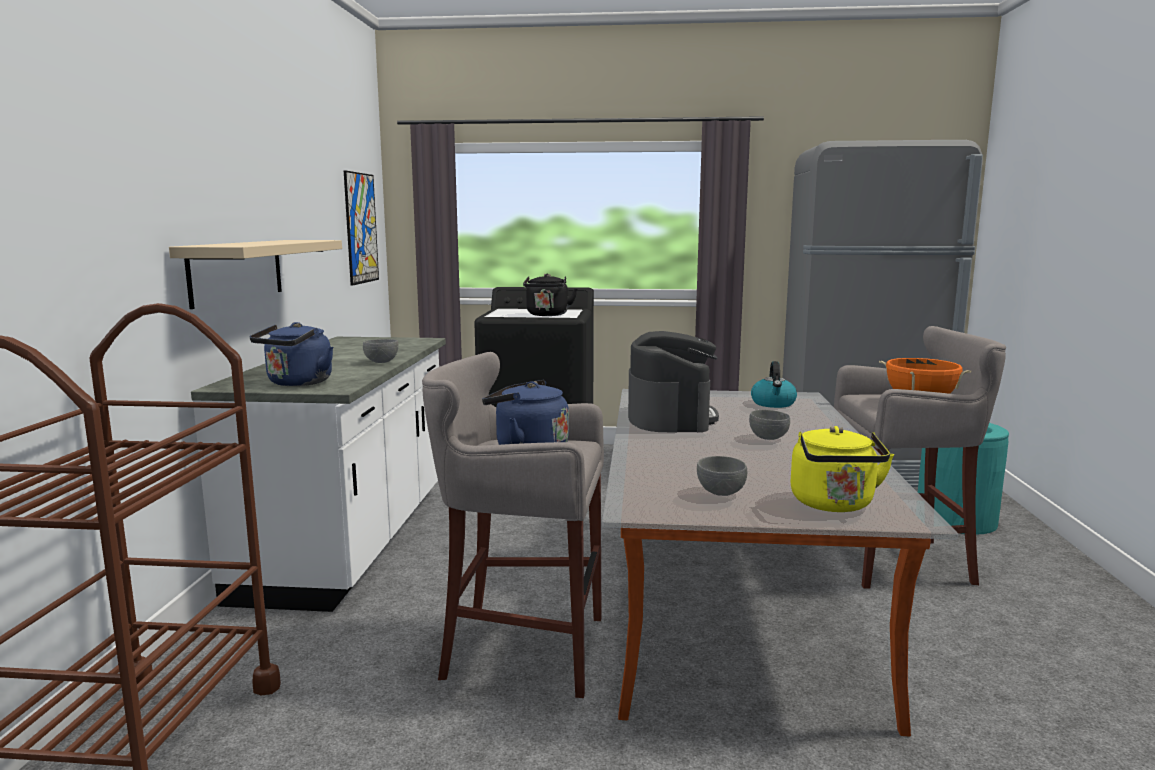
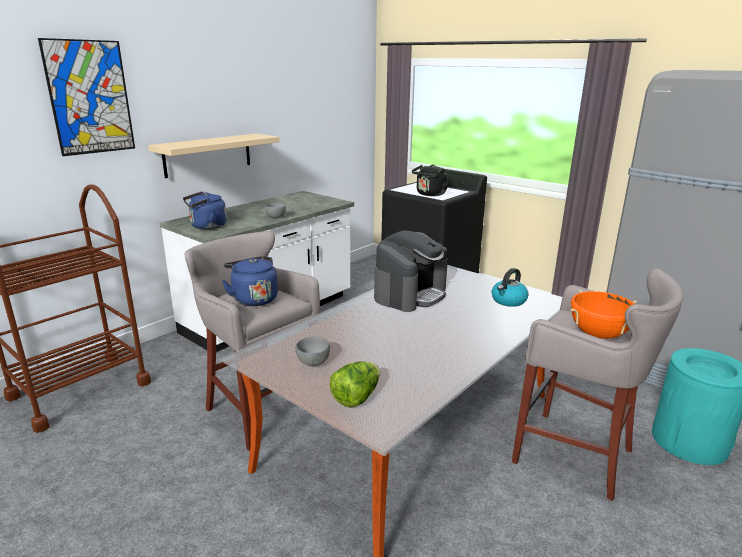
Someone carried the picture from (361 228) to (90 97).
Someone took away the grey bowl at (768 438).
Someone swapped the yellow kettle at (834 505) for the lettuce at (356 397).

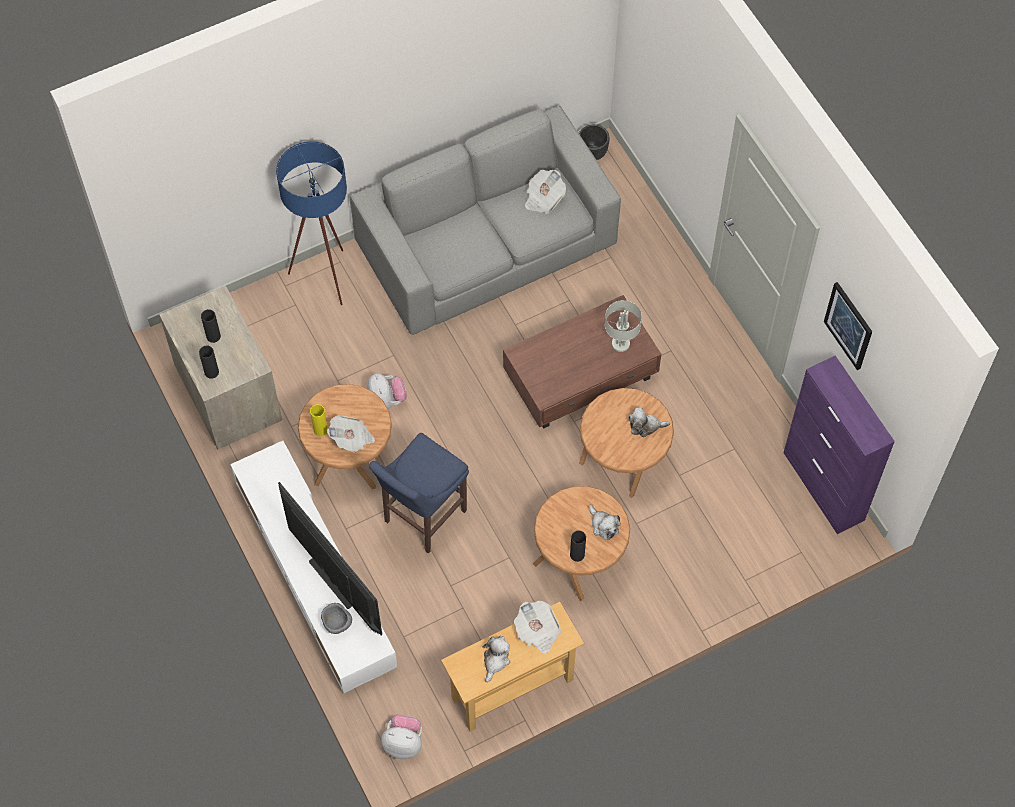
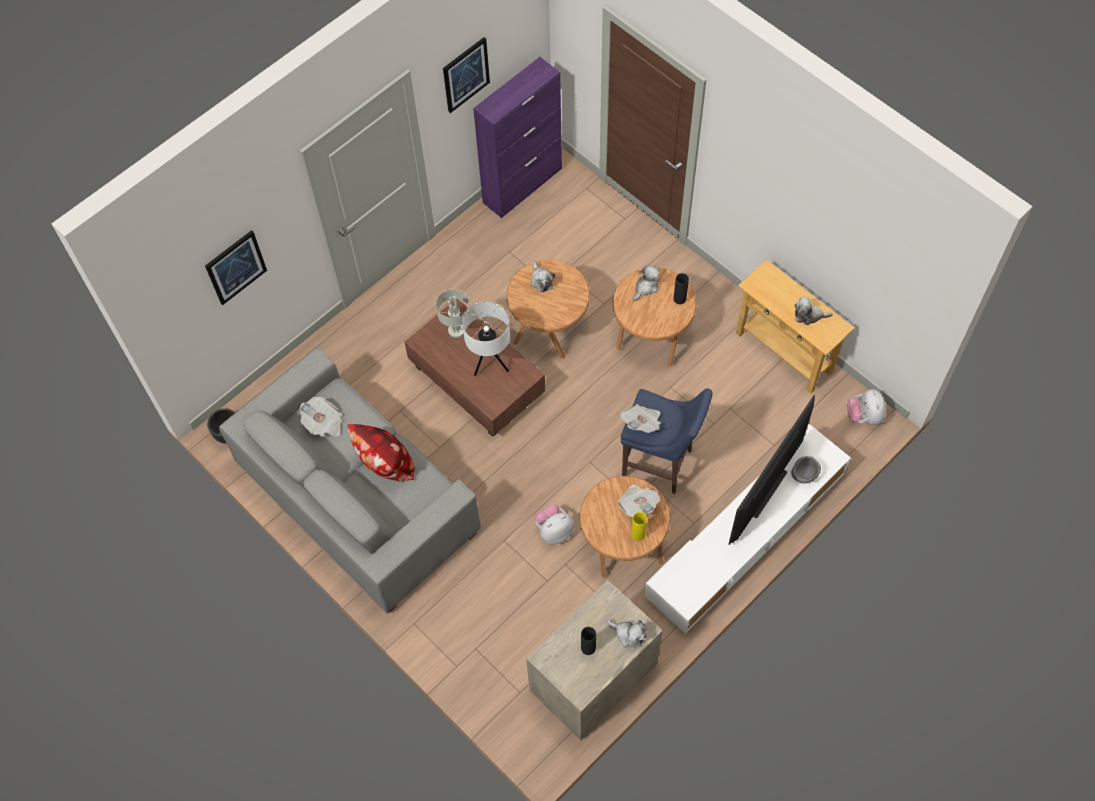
Someone took away the blue floor lamp at (327 282).
Someone swapped the black vase at (211 372) for the plush toy at (628 634).
Someone carried the newspaper from (537 631) to (642 423).
Someone put up the picture at (235 267).
Someone put down the white table lamp at (490 363).
Someone put down the pillow at (386 465).

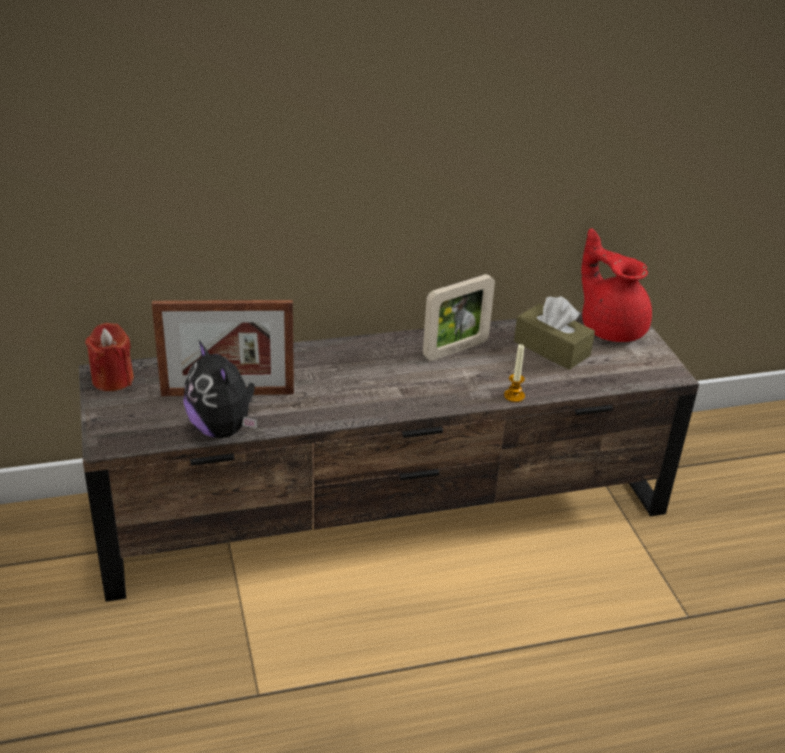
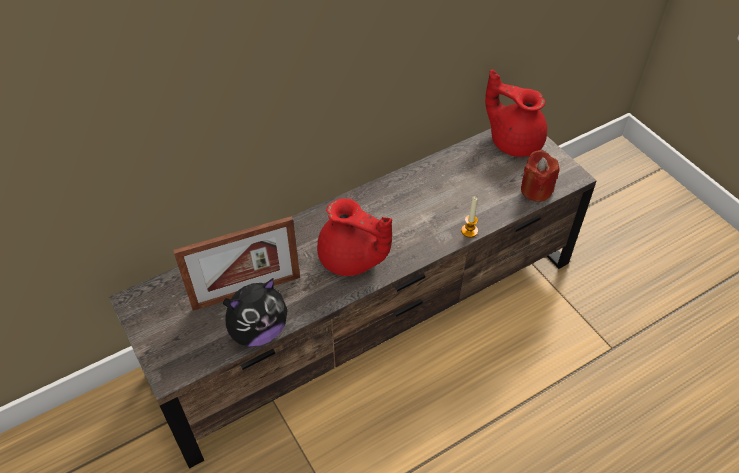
Someone took away the picture frame at (455 349).
Someone took away the brown tissue box at (551 348).
Someone carried the red candle from (112 379) to (536 190).
Someone rotated the plush toy at (223 429) by 75 degrees counterclockwise.
Someone put down the red teapot at (351 259).

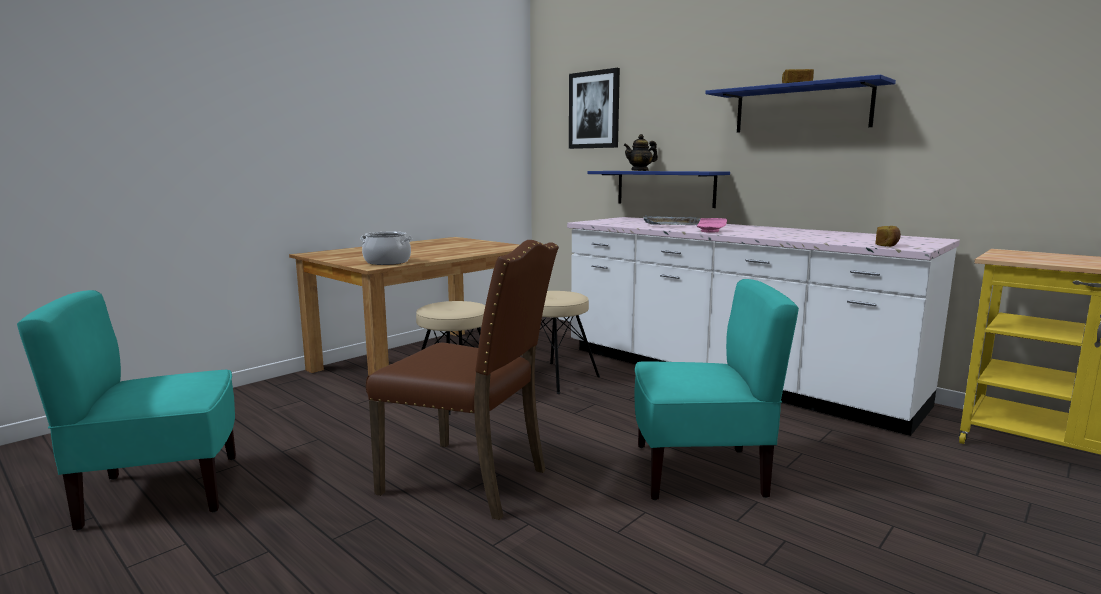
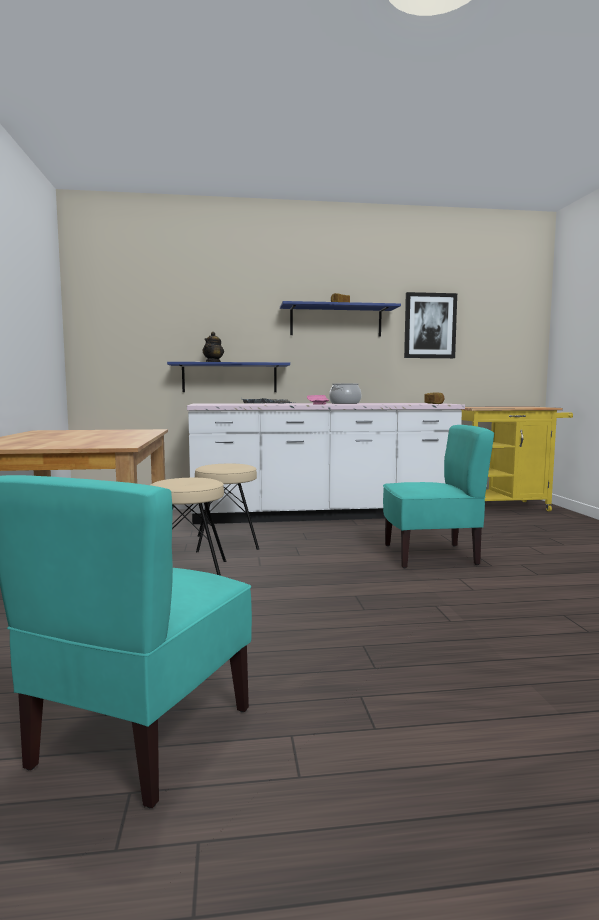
Someone carried the picture from (594 110) to (430 326).
Someone carried the cooking pot from (387 262) to (345 403).
Someone took away the brown chair at (469 480).
Someone rotated the turquoise chair at (699 472) by 45 degrees clockwise.

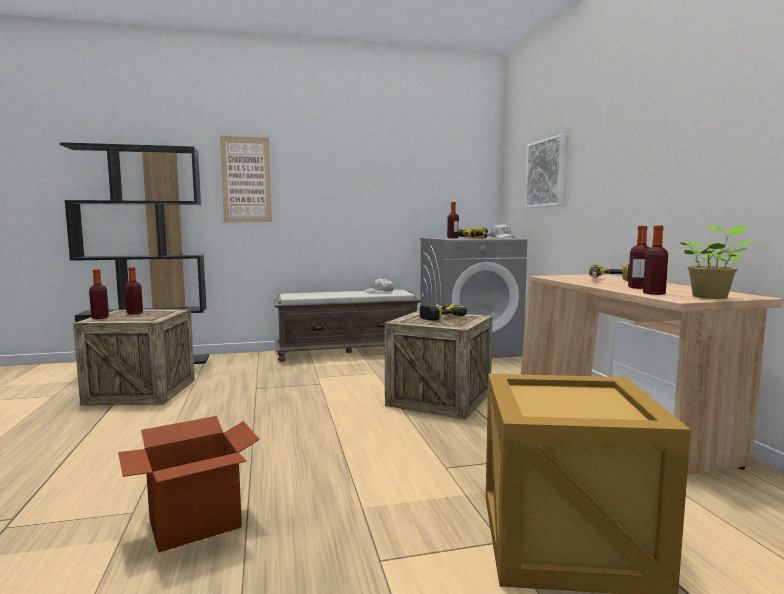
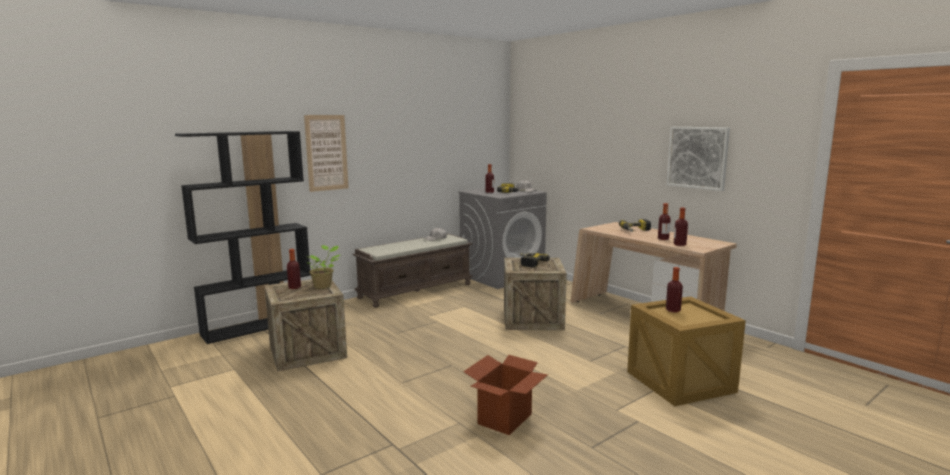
Someone carried the picture from (546 173) to (697 157).
Someone carried the potted plant from (711 297) to (324 286).
Someone carried the bottle from (100 317) to (673 310).

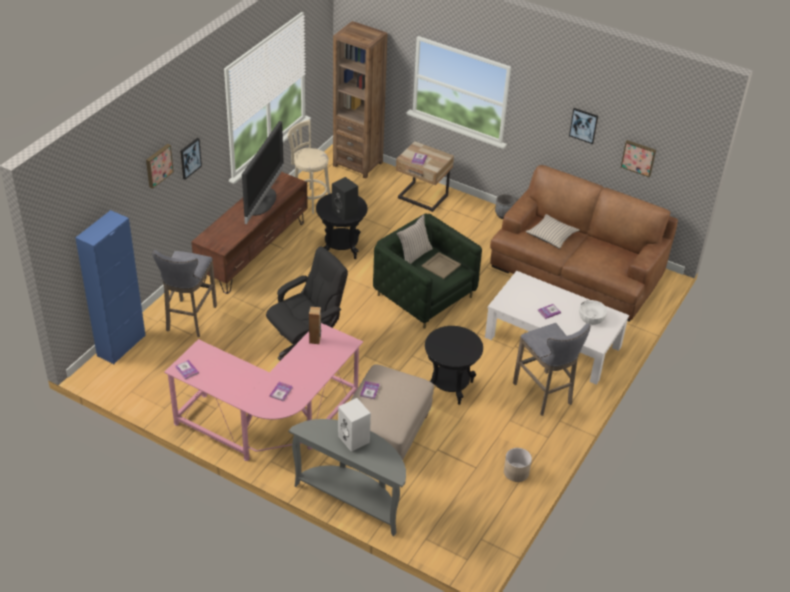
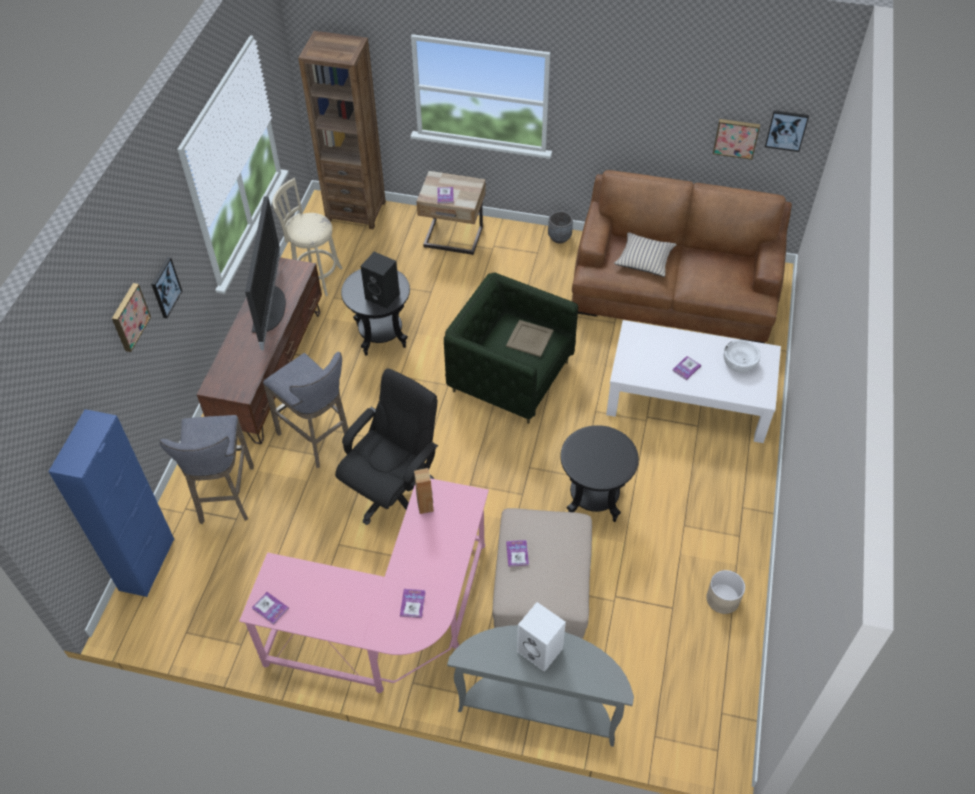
Someone carried the picture from (584 125) to (786 130).
Someone took away the beige pillow at (414 255).
Someone carried the grey stool from (545 395) to (318 439).

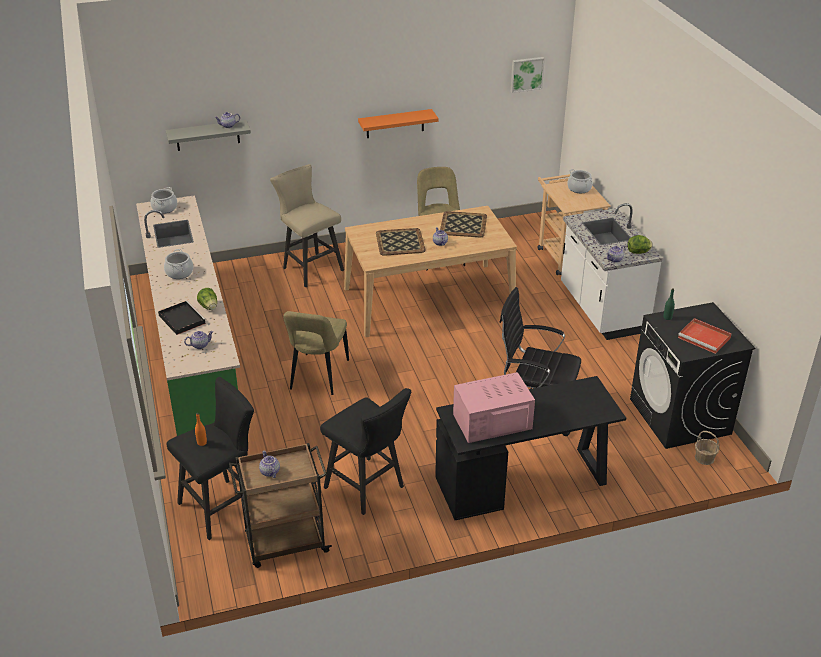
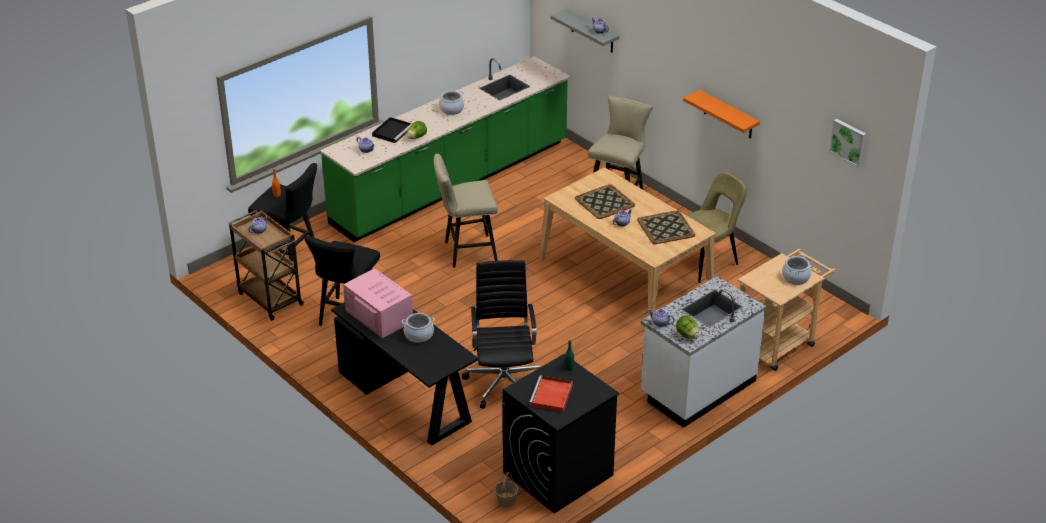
Someone carried the cooking pot from (164 208) to (418 335).
Someone swapped the beige chair at (318 377) for the beige stool at (466 252).

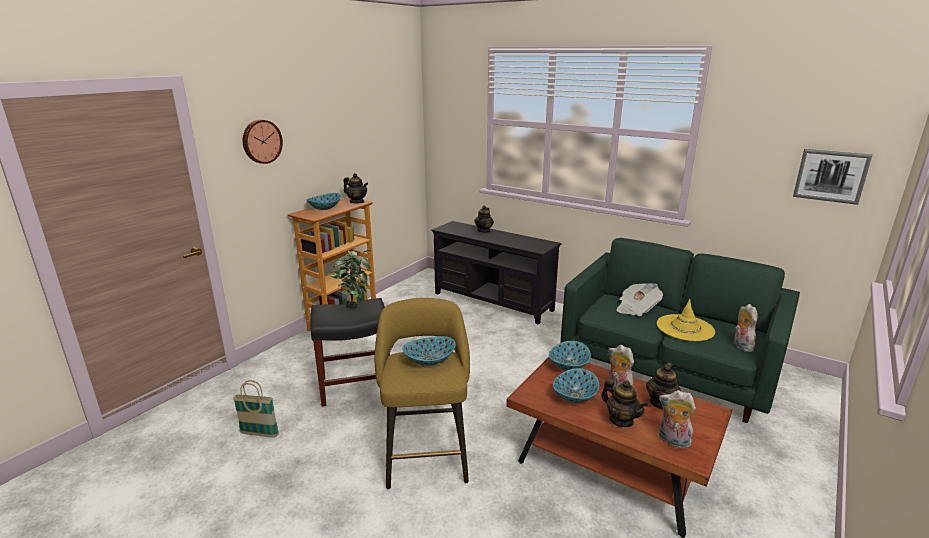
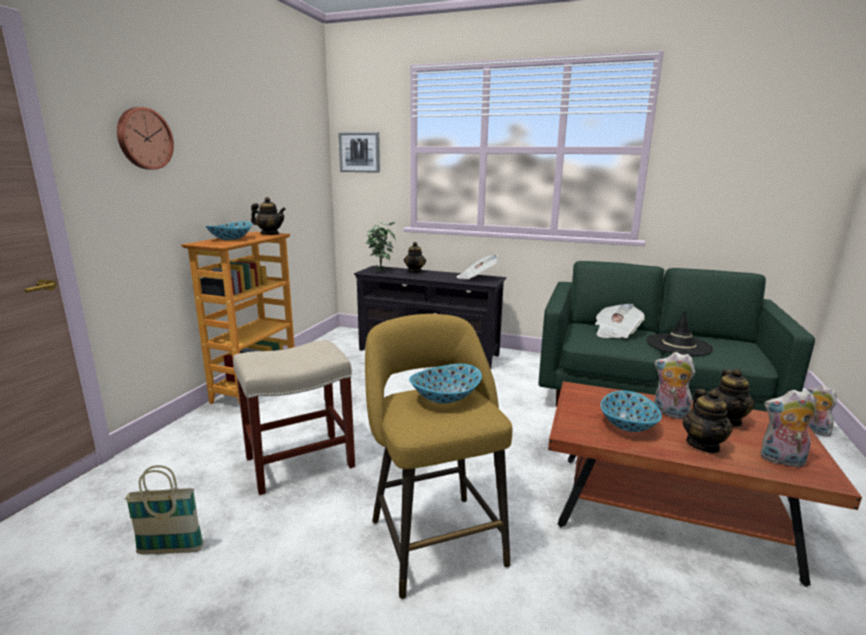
Someone carried the picture from (830 176) to (359 152).
Someone carried the potted plant from (354 305) to (380 270).
Someone repainted the black stool at (354 386), which became the beige stool at (298 463).
Someone repainted the yellow hat at (685 328), which became the black hat at (678 345).
Someone carried the plush toy from (741 345) to (814 430).
Someone took away the bowl at (568 365).
Someone rotated the teapot at (621 420) by 60 degrees clockwise.
Someone put down the newspaper at (477 278).

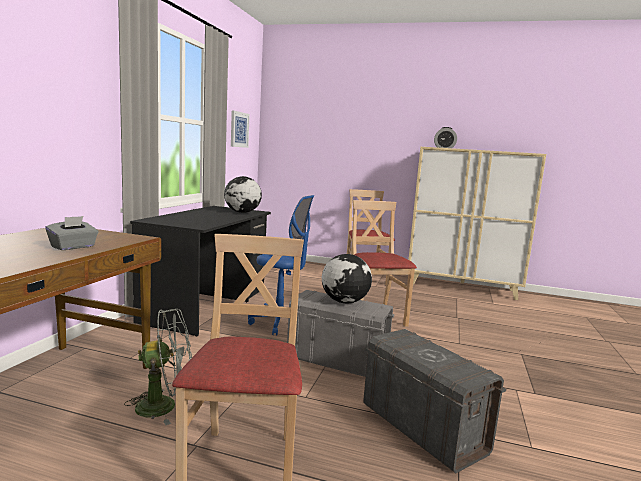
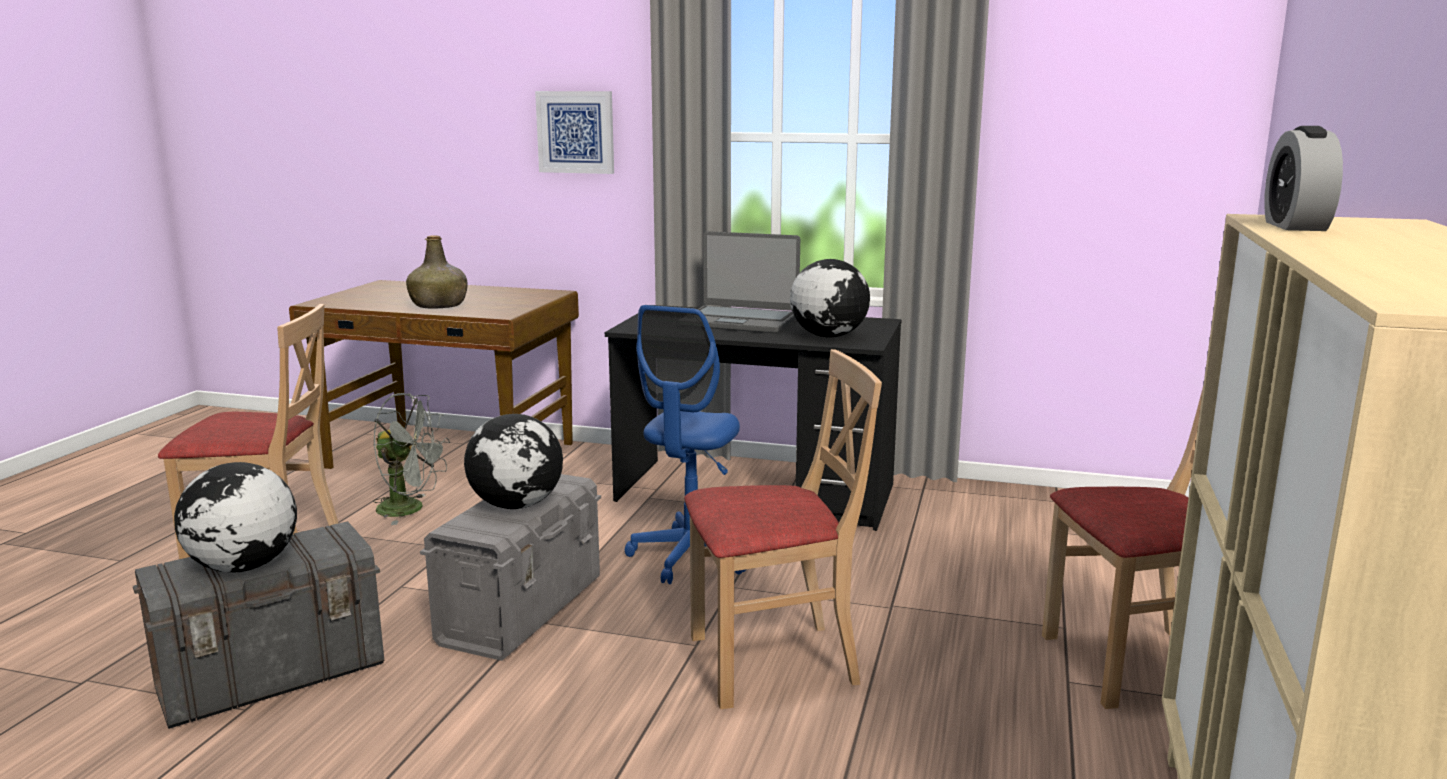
Someone carried the picture from (239 129) to (576 132).
Someone swapped the grey tissue box at (73 247) for the green bottle at (439 305).
Someone rotated the grey fan at (165 405) by 60 degrees counterclockwise.
Someone put down the laptop at (740 321).
Someone put down the globe at (242 567).

